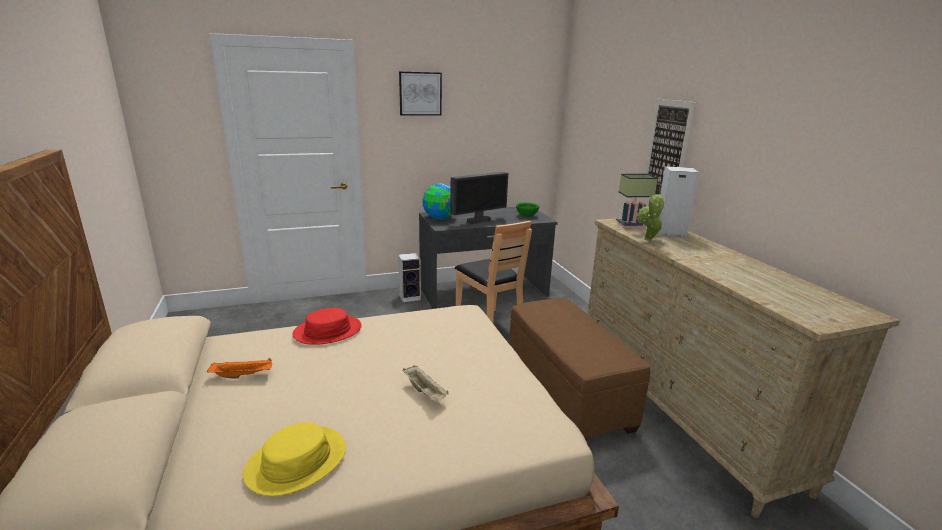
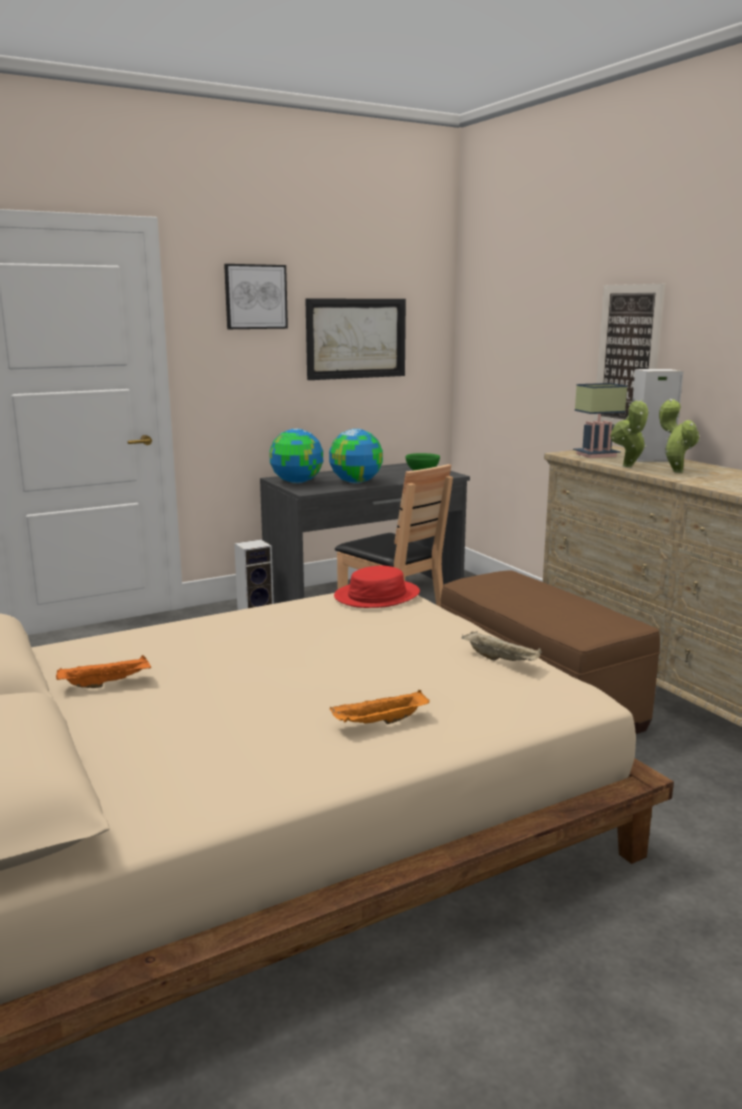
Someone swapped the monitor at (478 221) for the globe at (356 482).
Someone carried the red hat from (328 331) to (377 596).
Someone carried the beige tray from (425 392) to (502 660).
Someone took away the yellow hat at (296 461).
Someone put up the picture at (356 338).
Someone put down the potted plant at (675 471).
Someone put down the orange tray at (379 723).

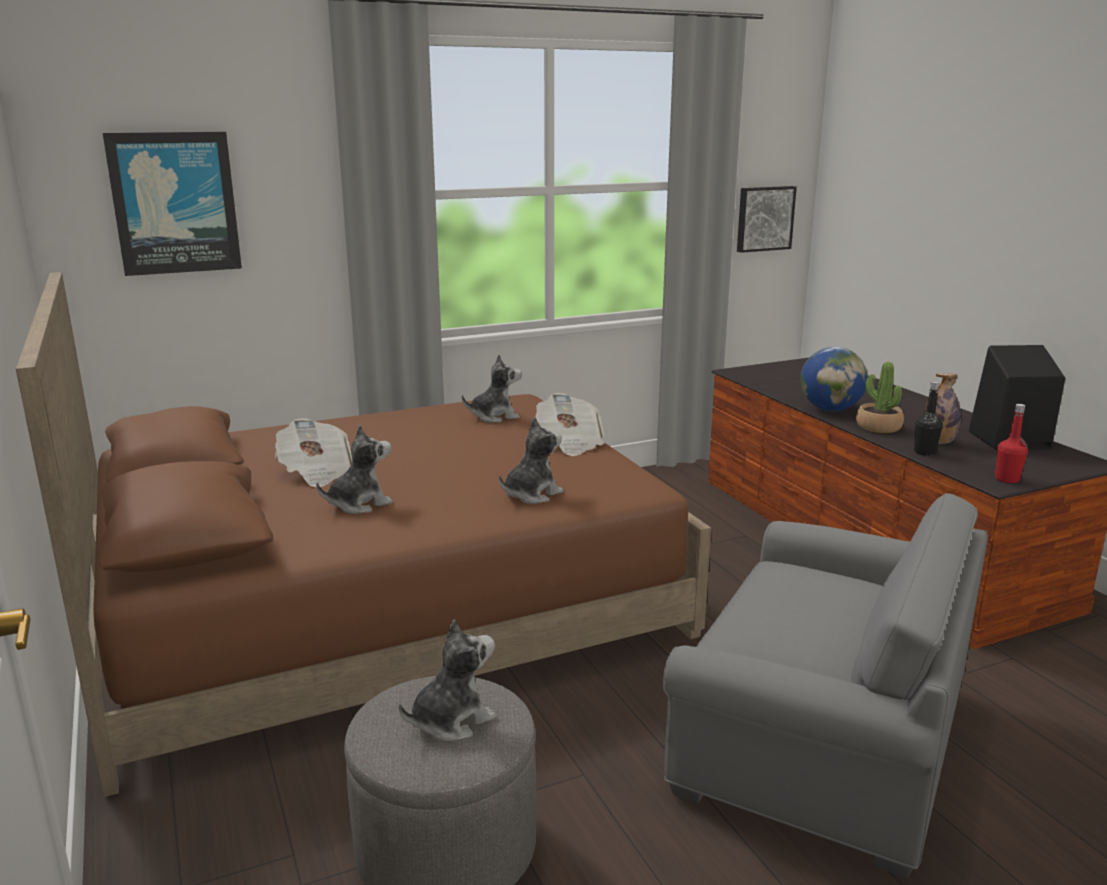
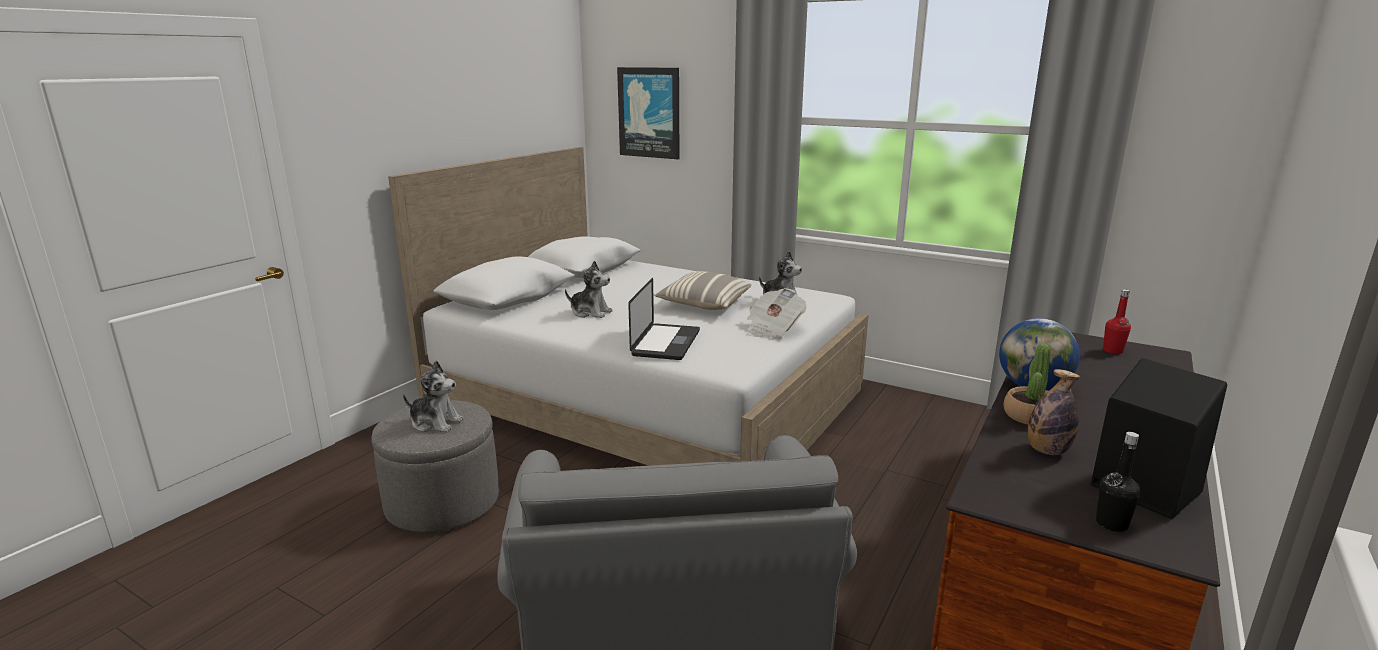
Someone took away the picture at (764 218).
Someone repainted the brown bed at (383 603), which became the white bed at (647 397).
Someone carried the black bottle from (924 452) to (1111 524).
Someone carried the red bottle from (1007 479) to (1112 351).
Someone swapped the plush toy at (531 494) for the laptop at (666 343).
Someone took away the newspaper at (316 472).
Someone put down the pillow at (704 304).

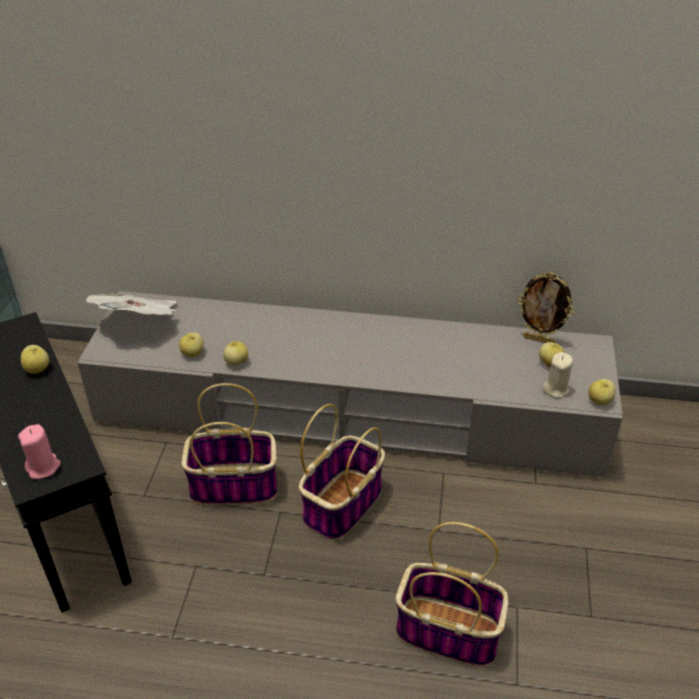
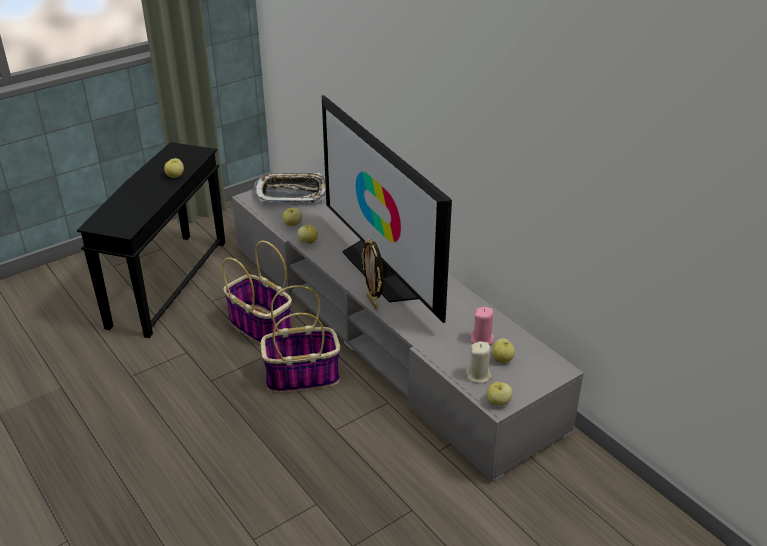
Someone carried the picture frame from (539 340) to (373 302).
Someone swapped the newspaper at (140 322) for the tray at (291 193).
Someone carried the pink candle from (43 467) to (482 339).
Someone took away the basket at (449 631).
Someone put down the television at (383 270).

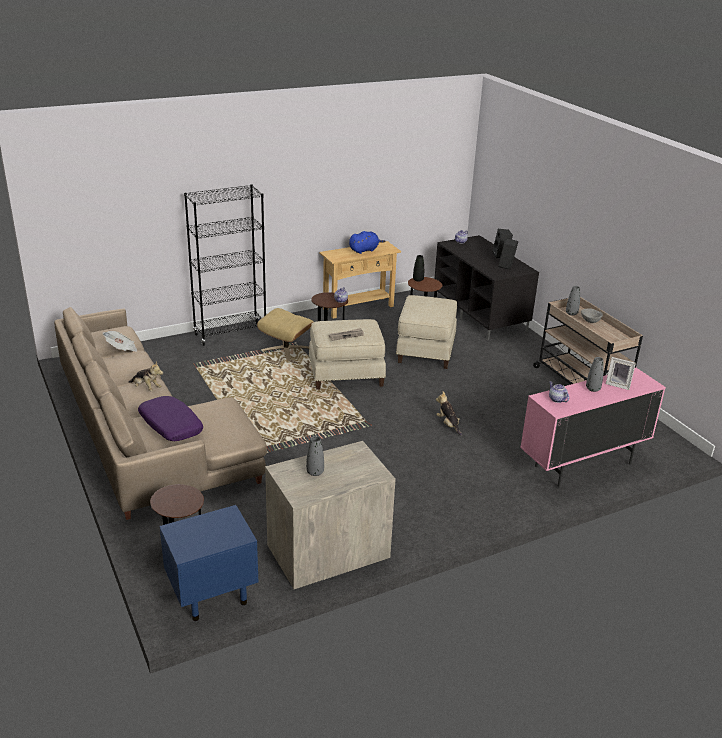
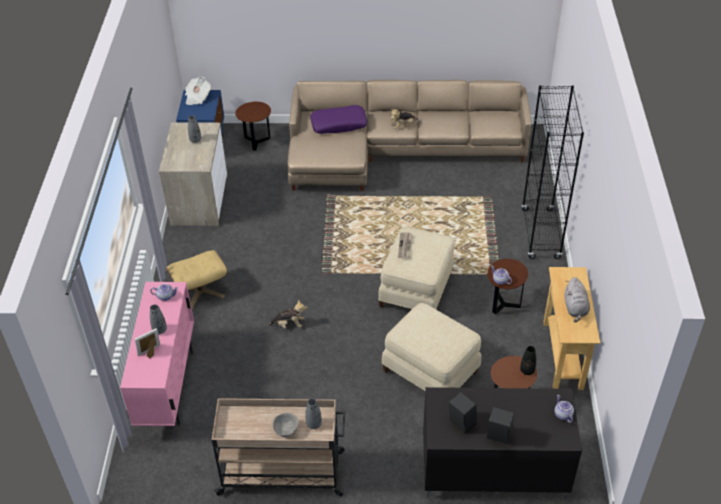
Someone repainted the blue plush toy at (364 250), which became the grey plush toy at (575 308).
Someone carried the beige ottoman from (286 349) to (200 291).
Someone carried the newspaper from (121 349) to (197 97).

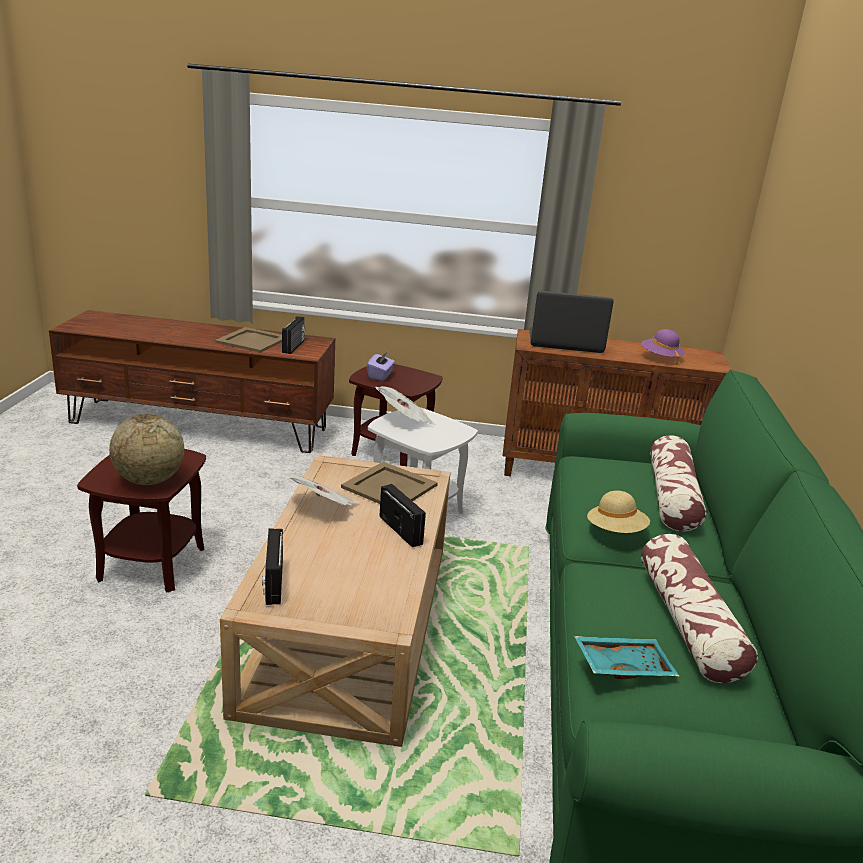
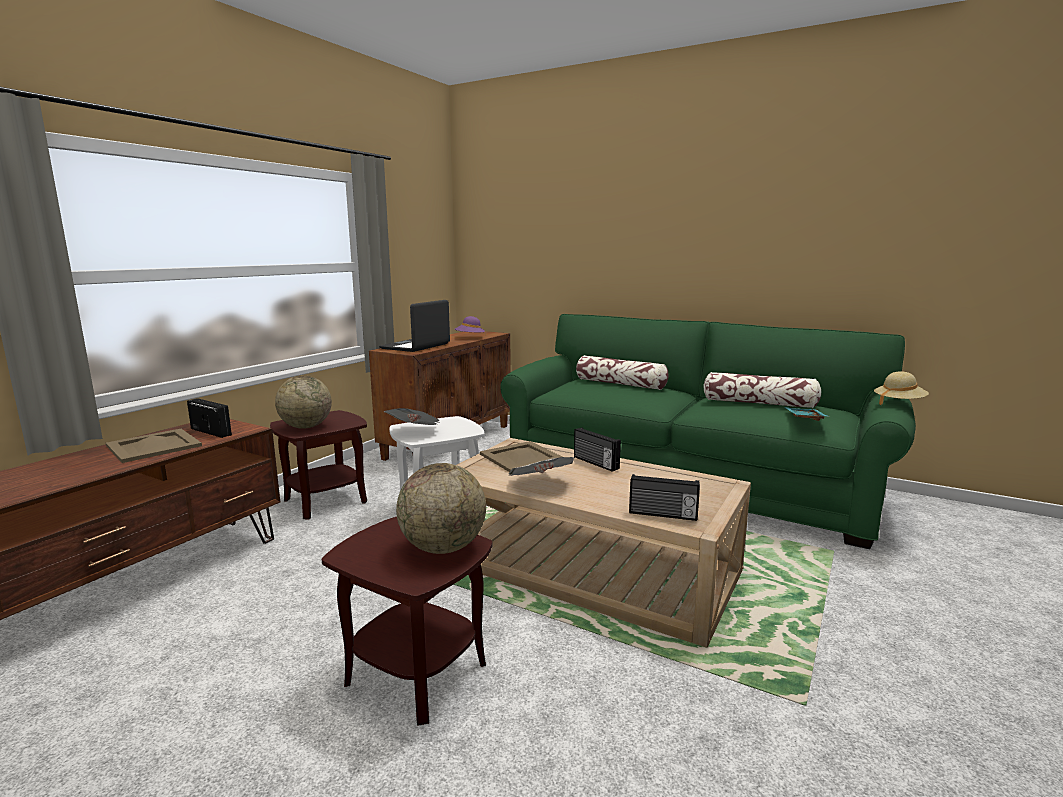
Someone swapped the purple tissue box at (380 376) for the globe at (306 427).
Someone rotated the radio at (401 530) by 120 degrees counterclockwise.
Someone carried the beige hat from (616 531) to (898 403).

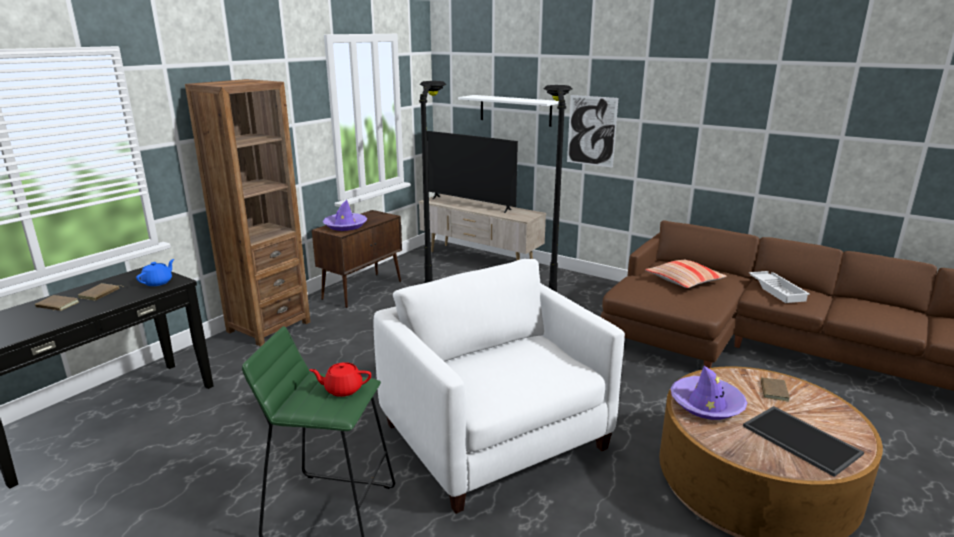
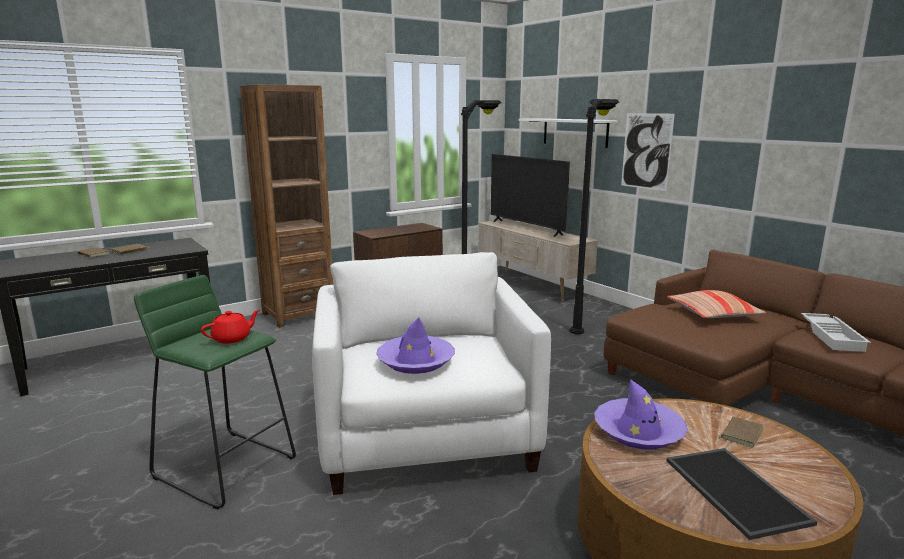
Someone carried the purple hat from (345 226) to (415 361).
Someone took away the blue teapot at (158 282).
Someone rotated the red teapot at (342 389) by 120 degrees clockwise.

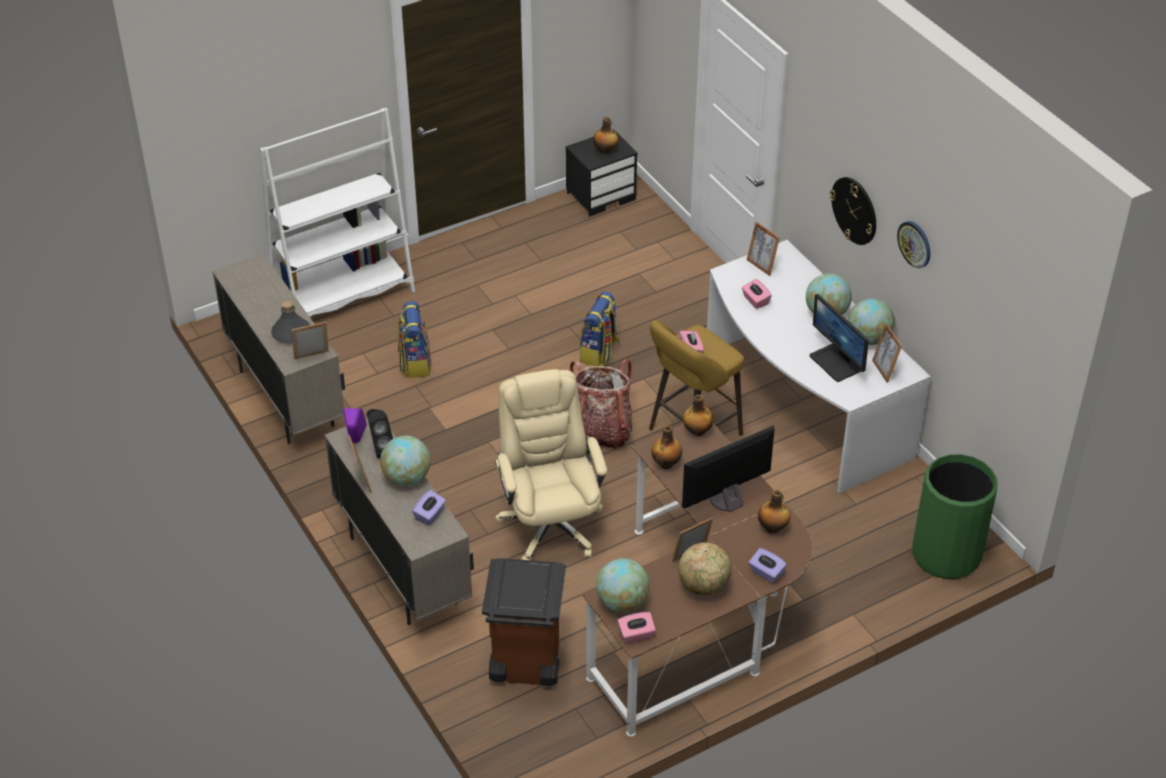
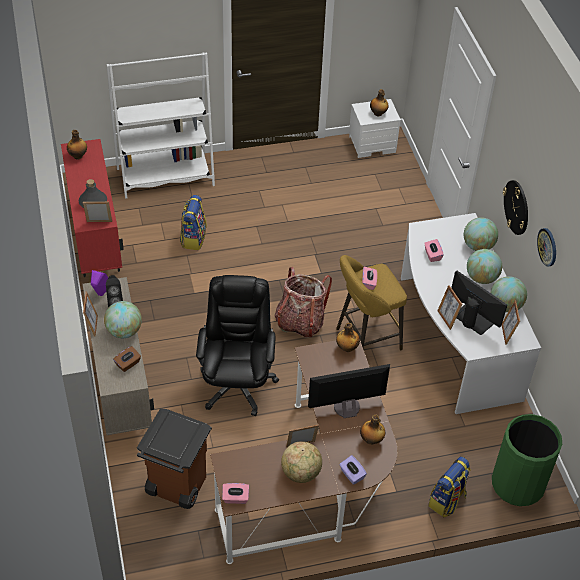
Someone repainted the black nightstand at (601 195), which became the white nightstand at (372 144).
Someone carried the picture frame from (761 265) to (447 319).
Someone repainted the beige cabinet at (286 398), which became the red cabinet at (96 243).
Someone carried the backpack from (599 353) to (447 501).
Someone rotated the monitor at (836 363) by 150 degrees clockwise.
Someone repainted the beige office chair at (550 524), which became the black office chair at (237 383).
Someone carried the bottle from (666 463) to (78 156).
Someone repainted the purple tissue box at (430 515), which became the brown tissue box at (128 364).
Someone carried the globe from (622 602) to (478 246).

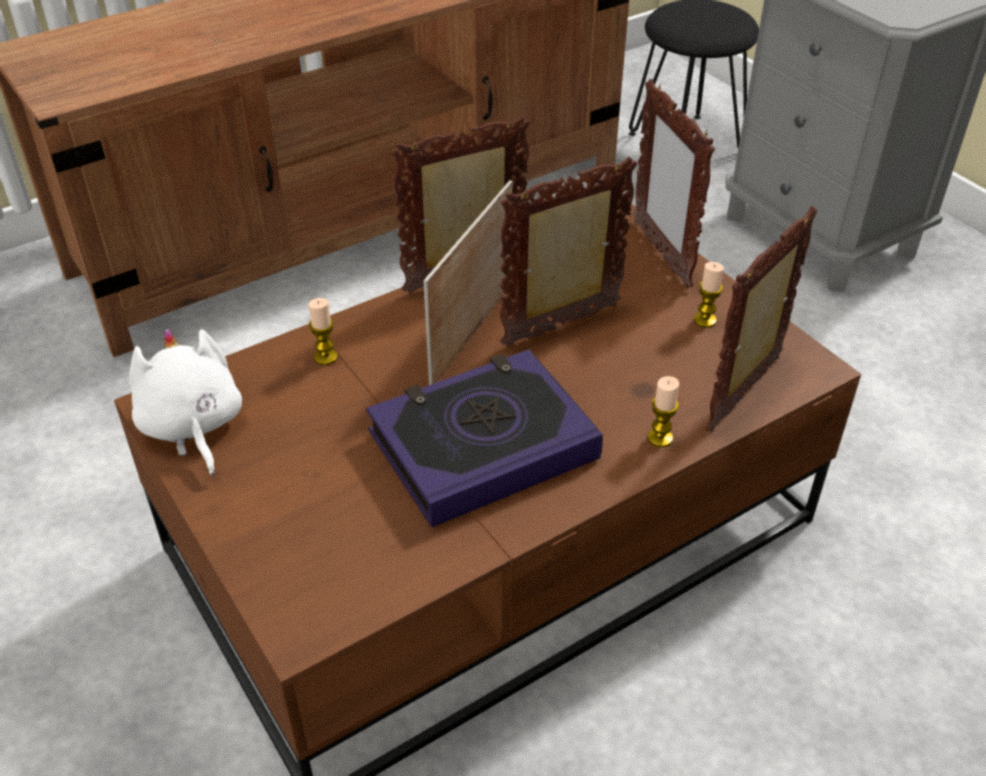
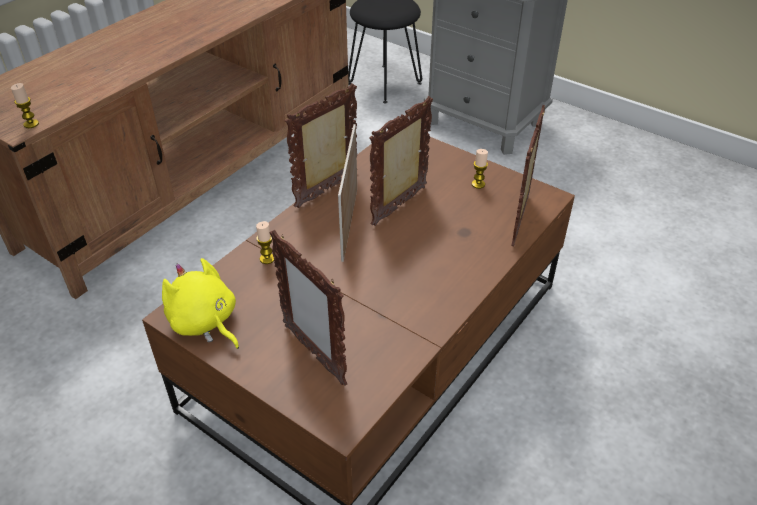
Someone carried the picture frame from (661 253) to (314 353).
Someone repainted the white plush toy at (192 427), which became the yellow plush toy at (205 323).
Someone took away the book at (482 445).
Someone carried the candle from (660 438) to (31 124).

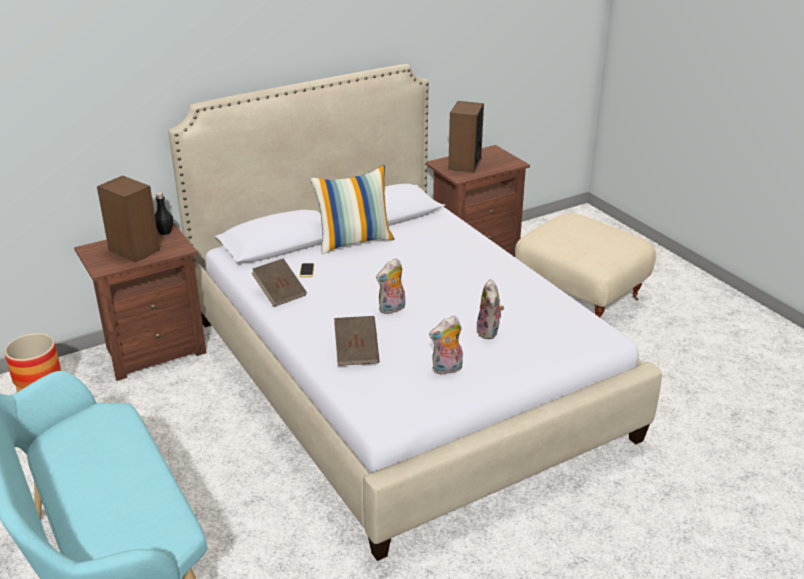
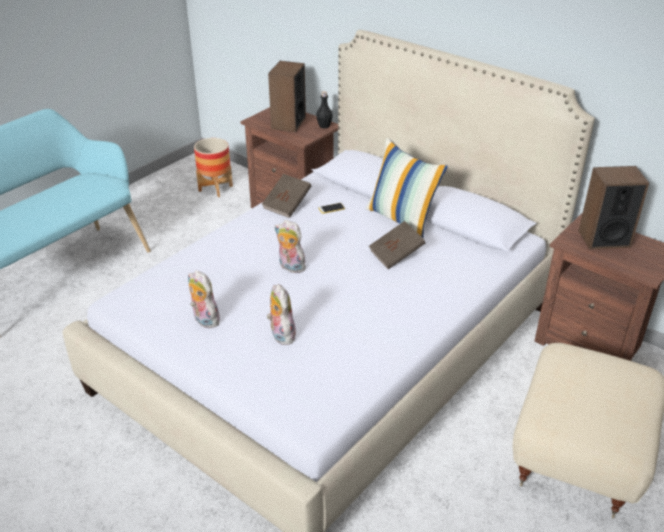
Someone rotated the plush toy at (489 332) by 90 degrees clockwise.
Someone carried the brown book from (356 352) to (396 255).

